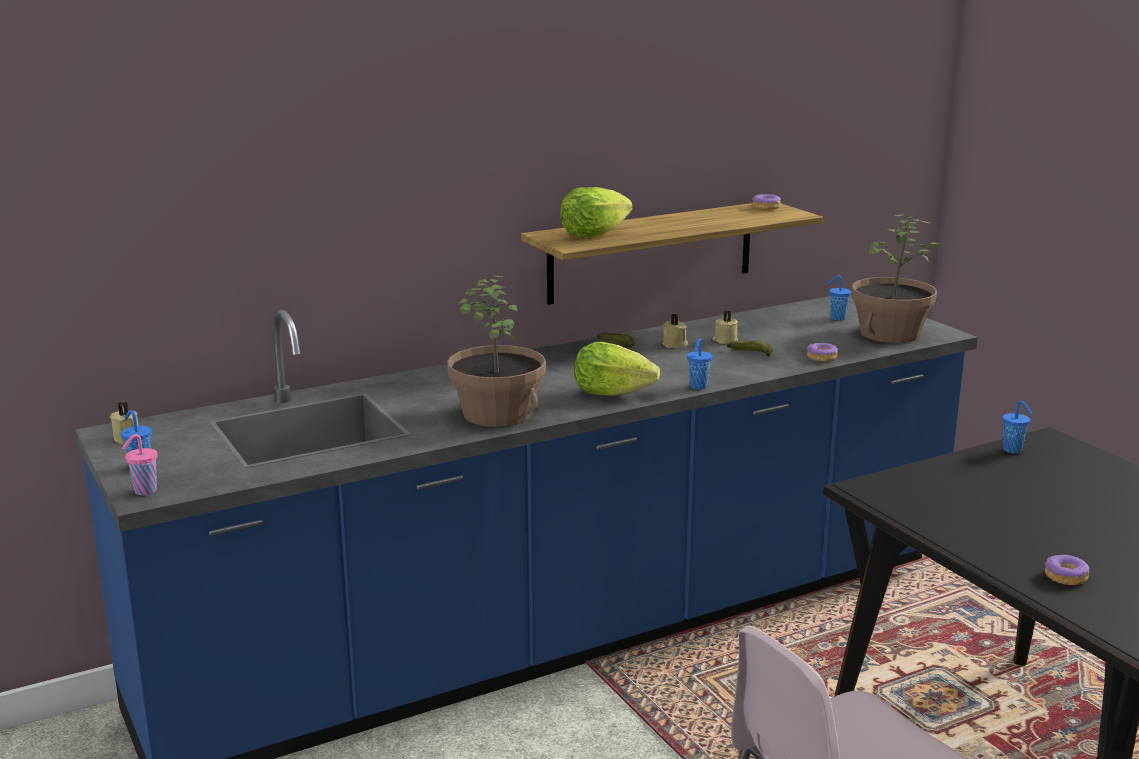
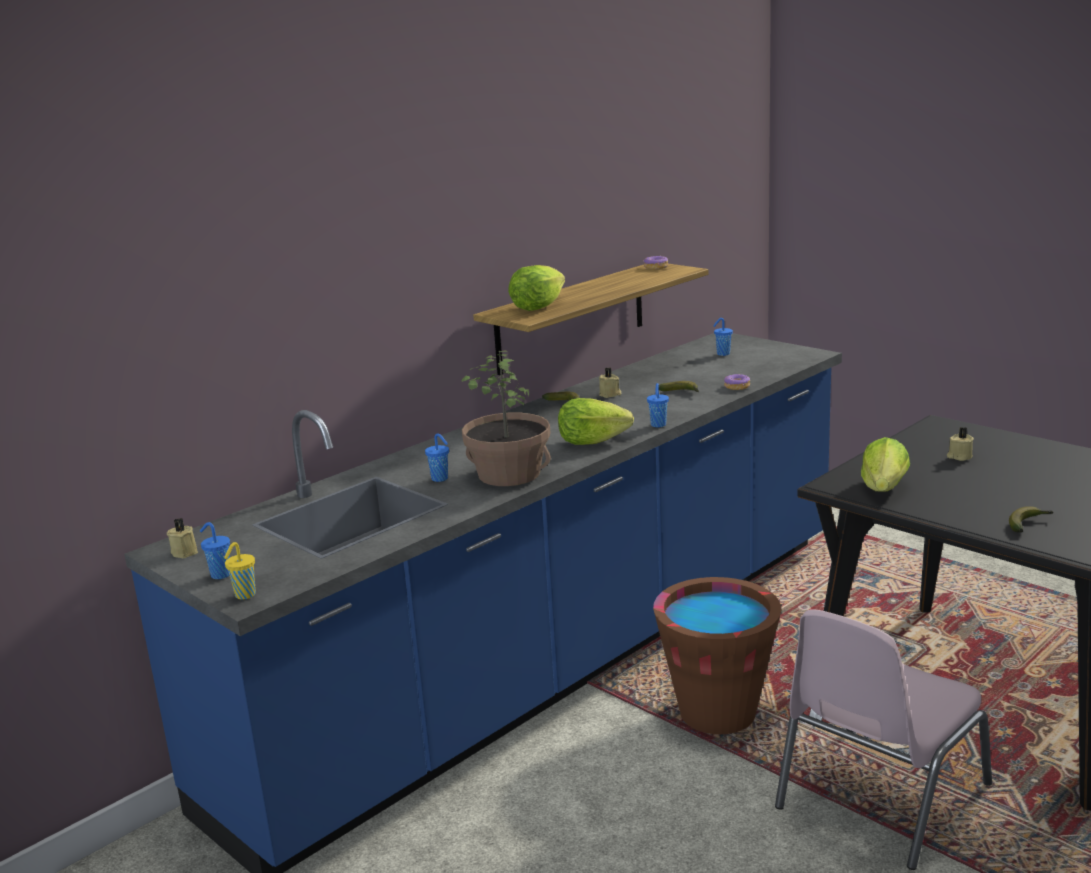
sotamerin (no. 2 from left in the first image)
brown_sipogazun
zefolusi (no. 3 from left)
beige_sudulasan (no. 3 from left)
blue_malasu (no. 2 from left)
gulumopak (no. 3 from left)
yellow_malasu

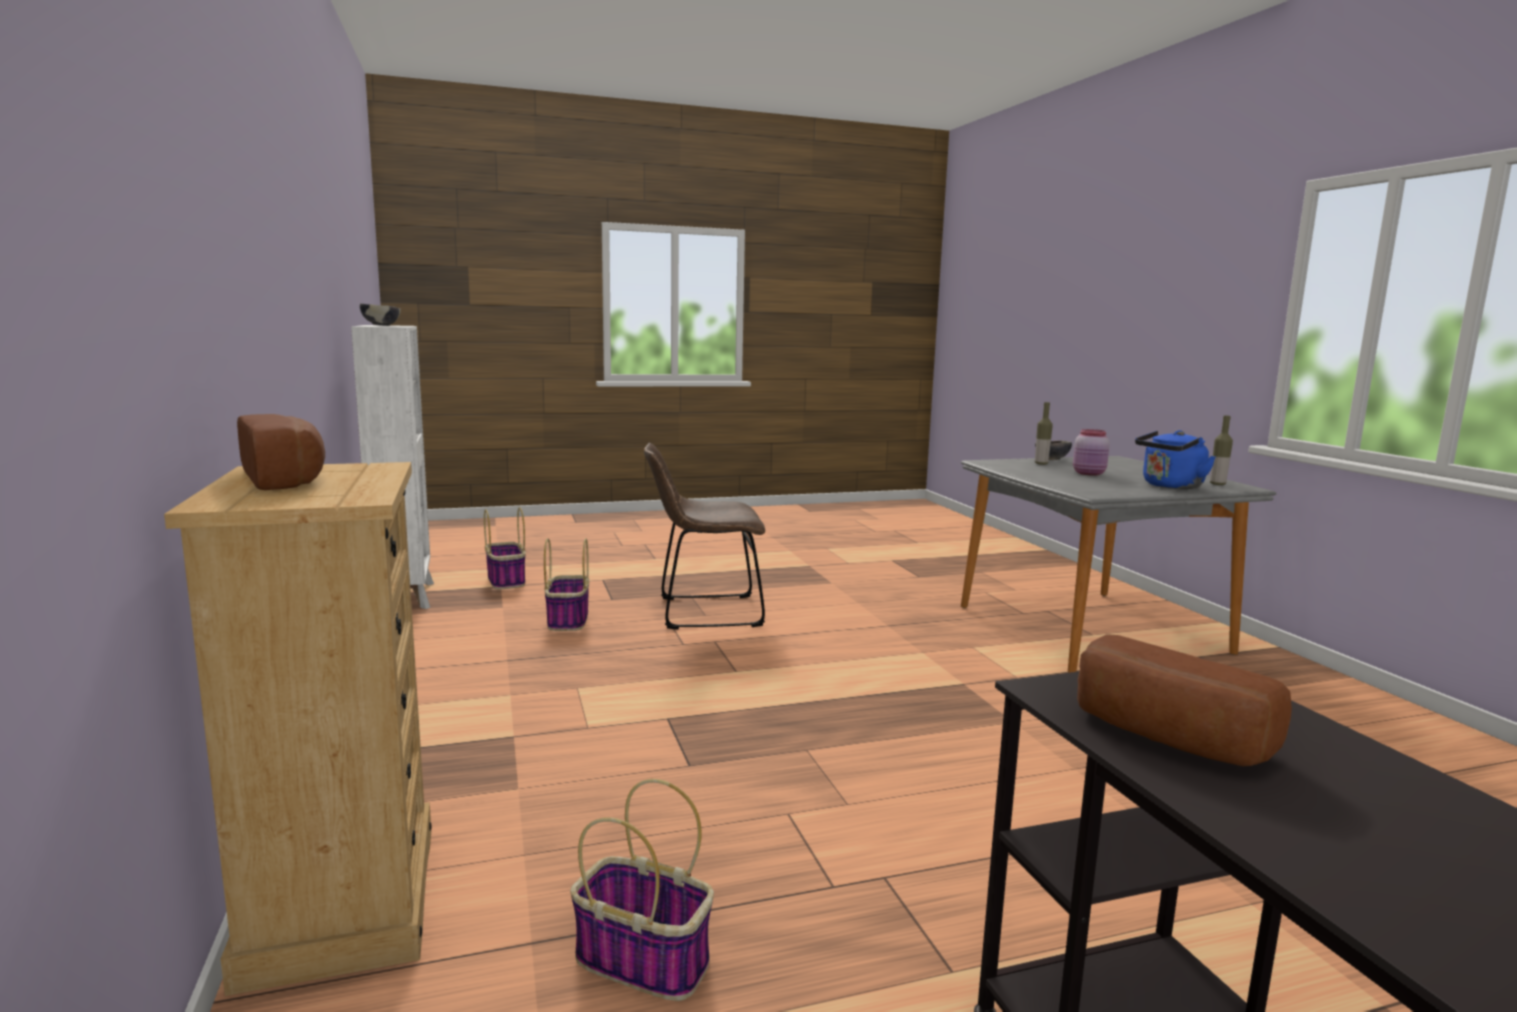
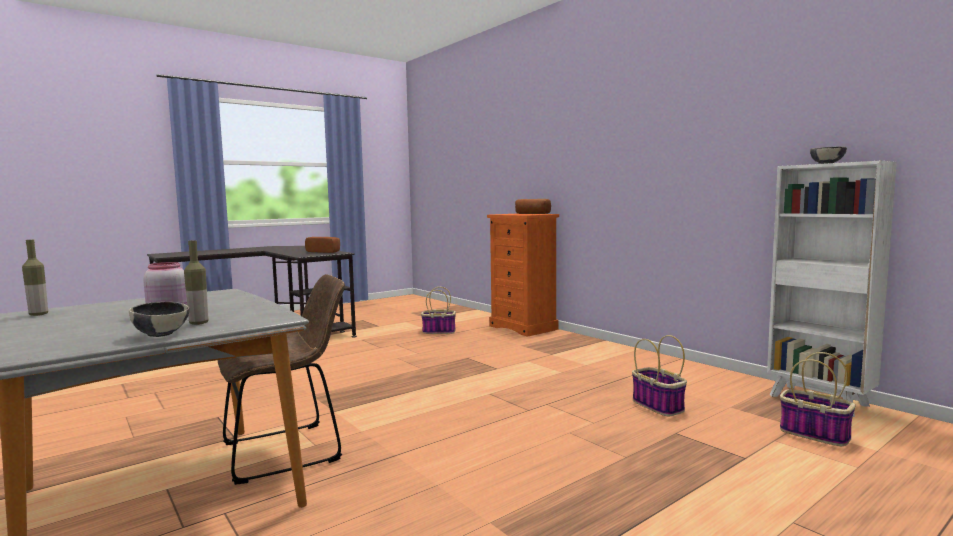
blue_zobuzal
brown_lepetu
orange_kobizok

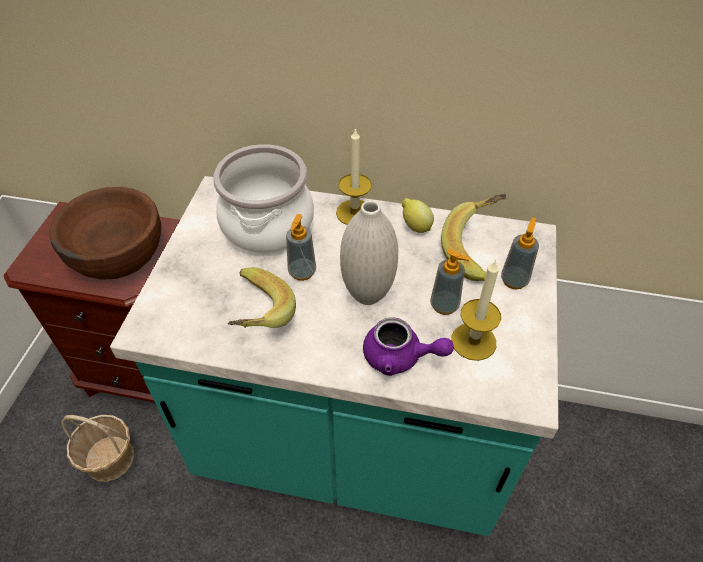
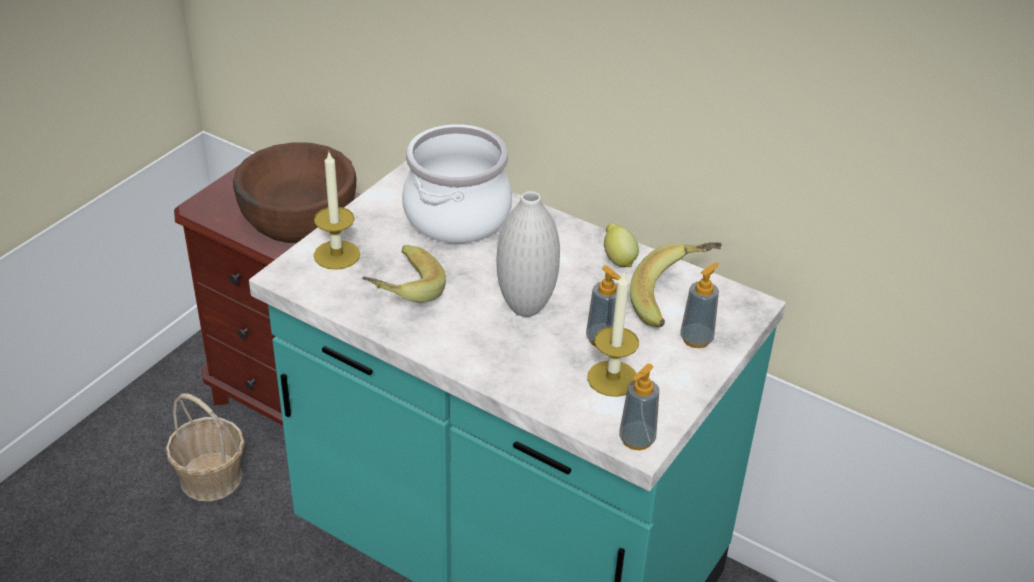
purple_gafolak
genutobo (no. 2 from left)
sudulasan (no. 1 from left)

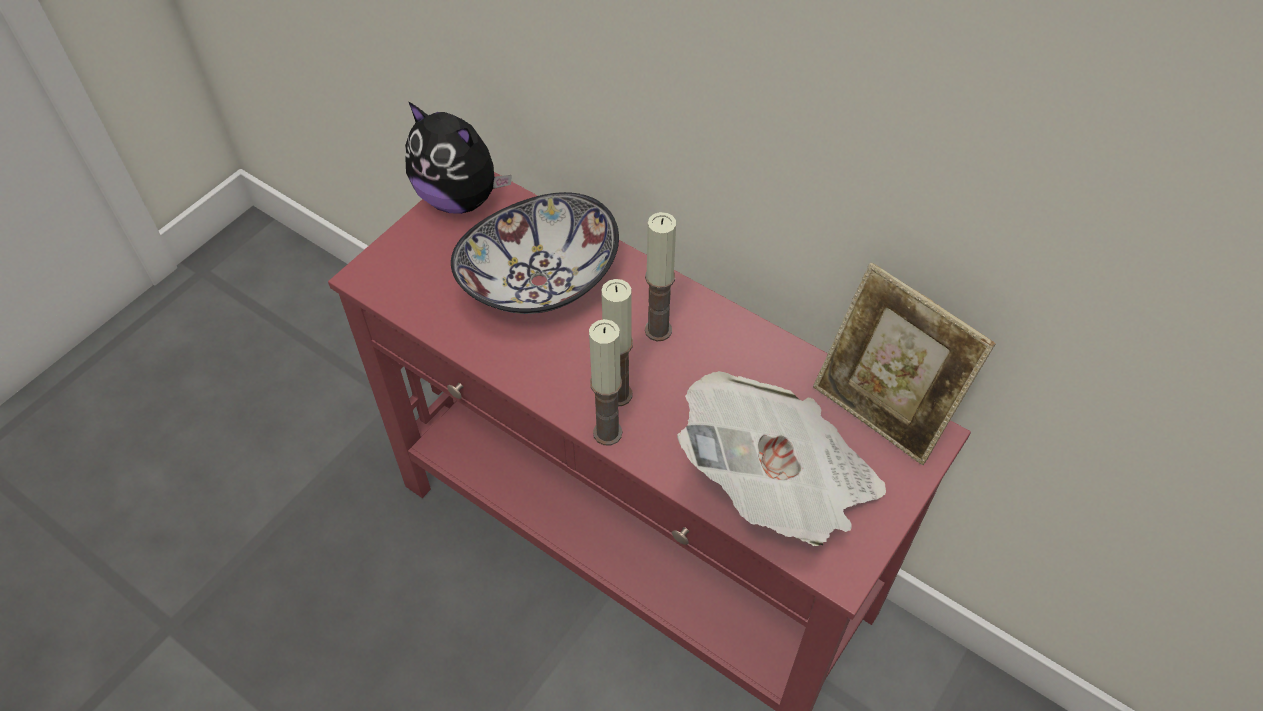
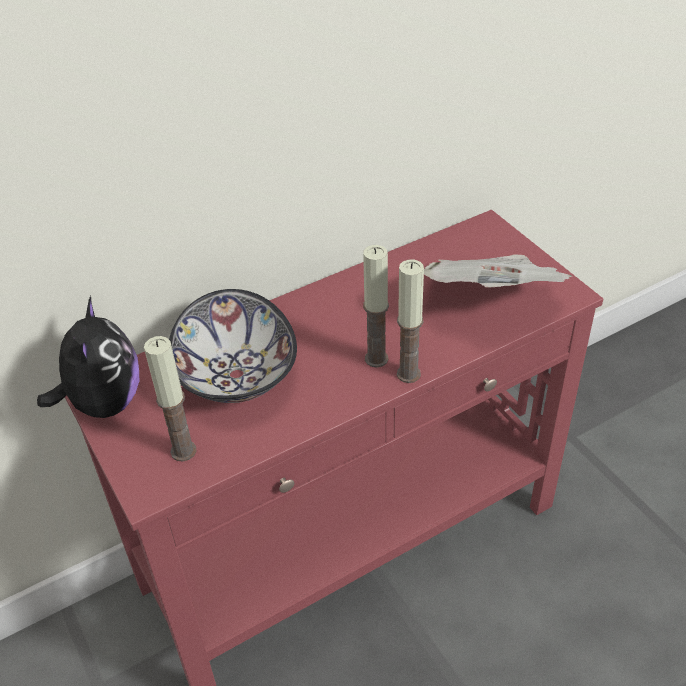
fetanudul
sudulasan (no. 1 from left)
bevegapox

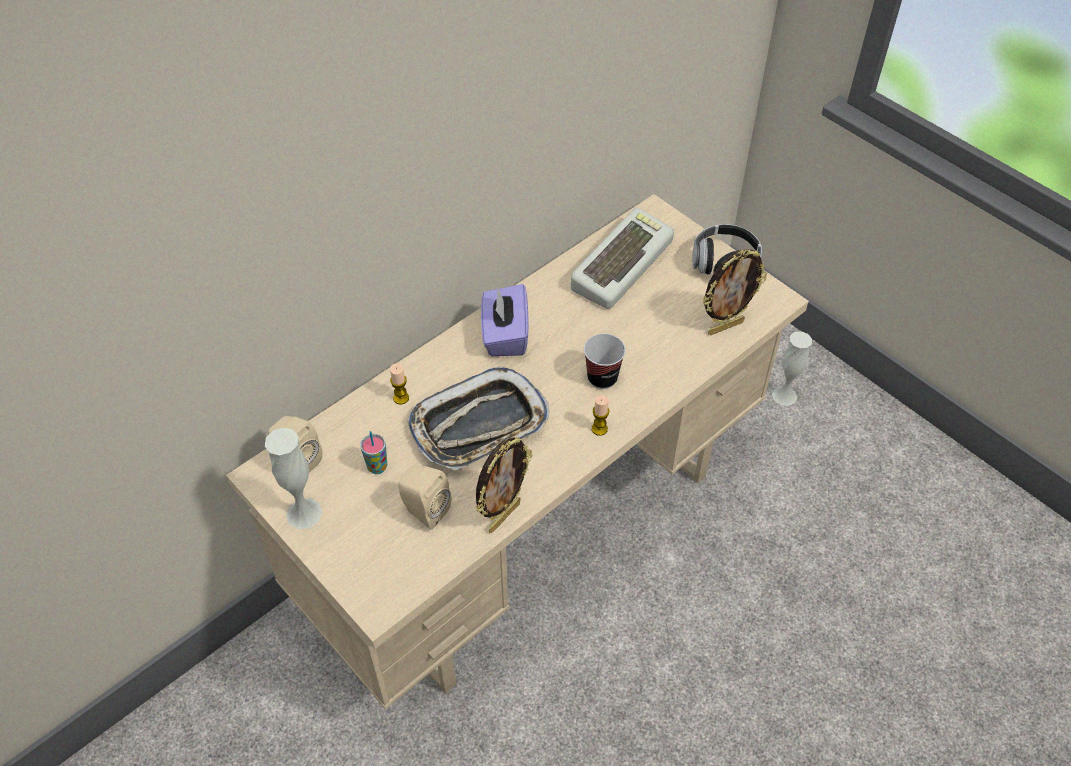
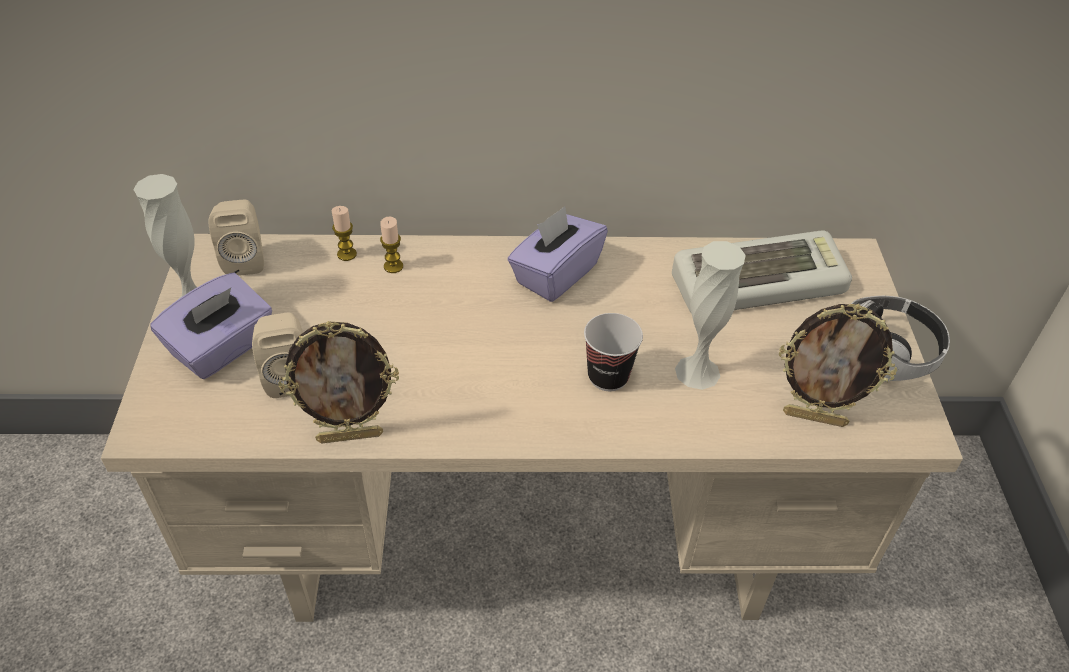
malasu (no. 1 from left in the first image)
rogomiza
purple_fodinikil (no. 1 from left)
sudulasan (no. 1 from left)
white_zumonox (no. 2 from left)

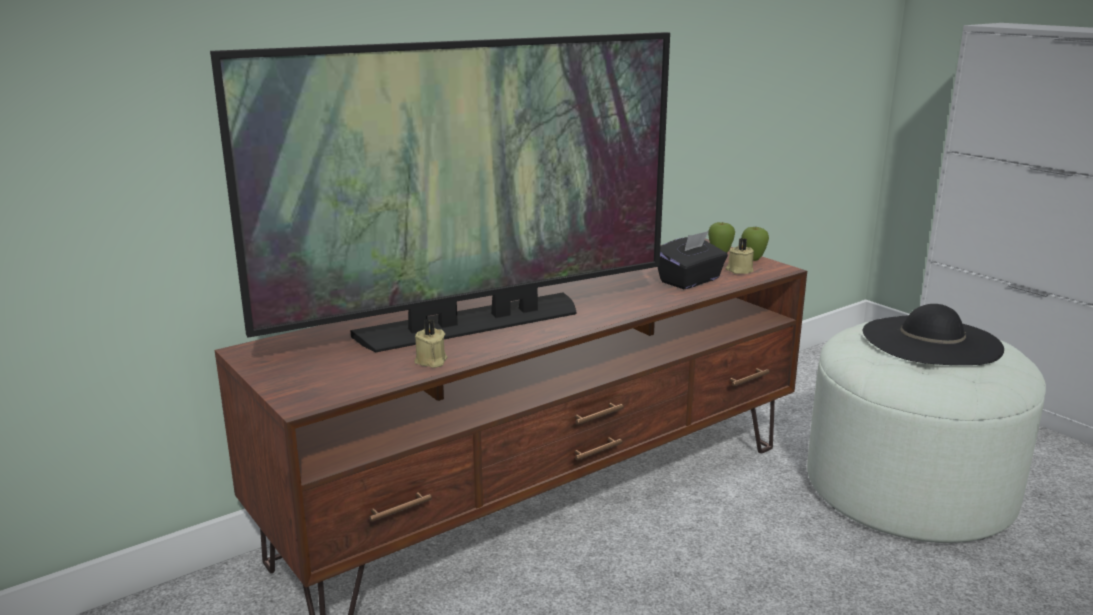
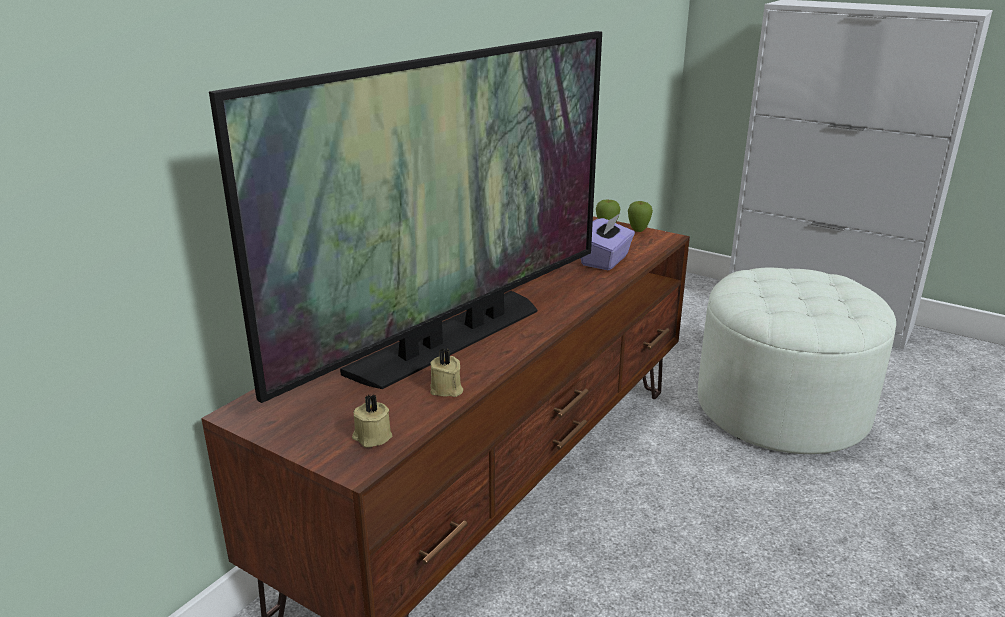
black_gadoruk
beige_sudulasan (no. 1 from left)
purple_fodinikil

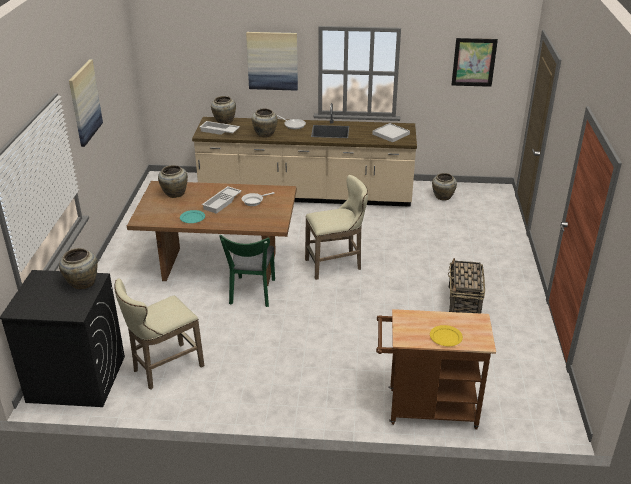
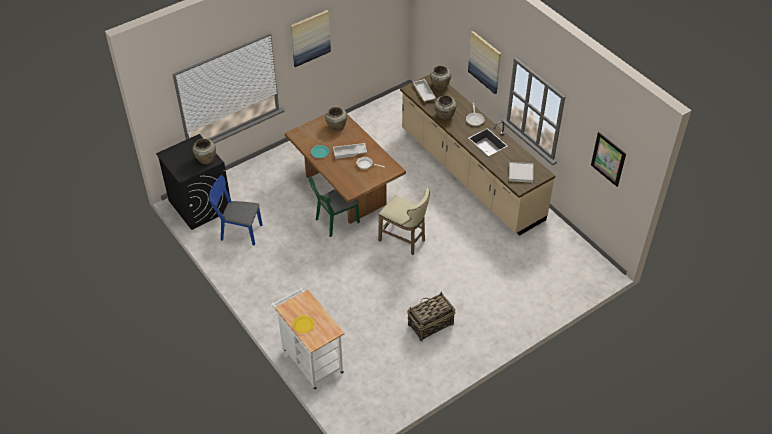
beige_zumonox (no. 5 from left in the first image)
blue_lepetu
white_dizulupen

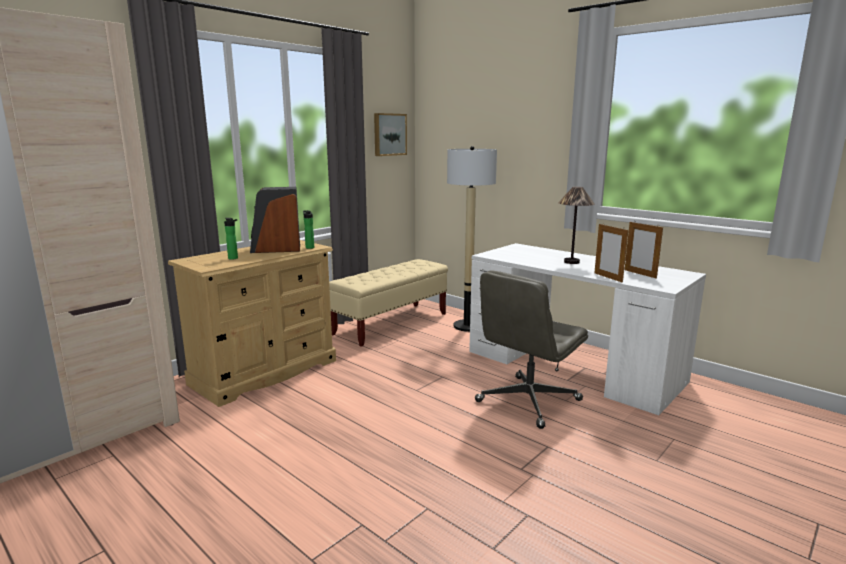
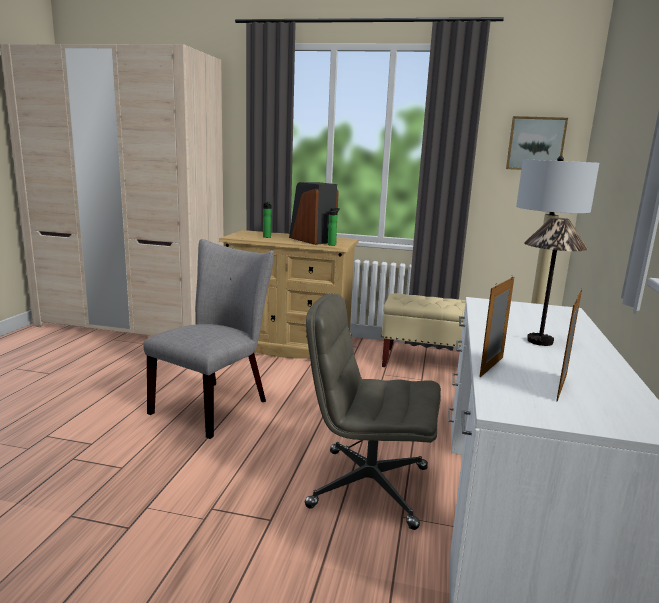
grey_lepetu

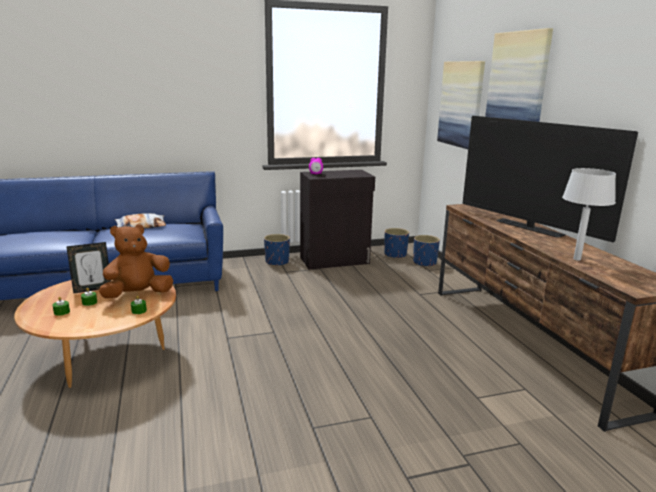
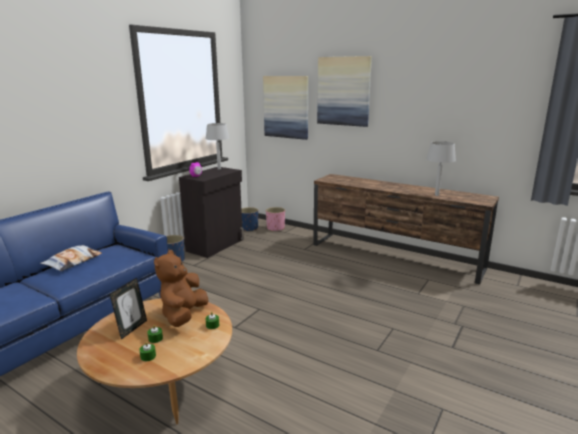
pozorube
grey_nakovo (no. 1 from left)
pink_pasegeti

